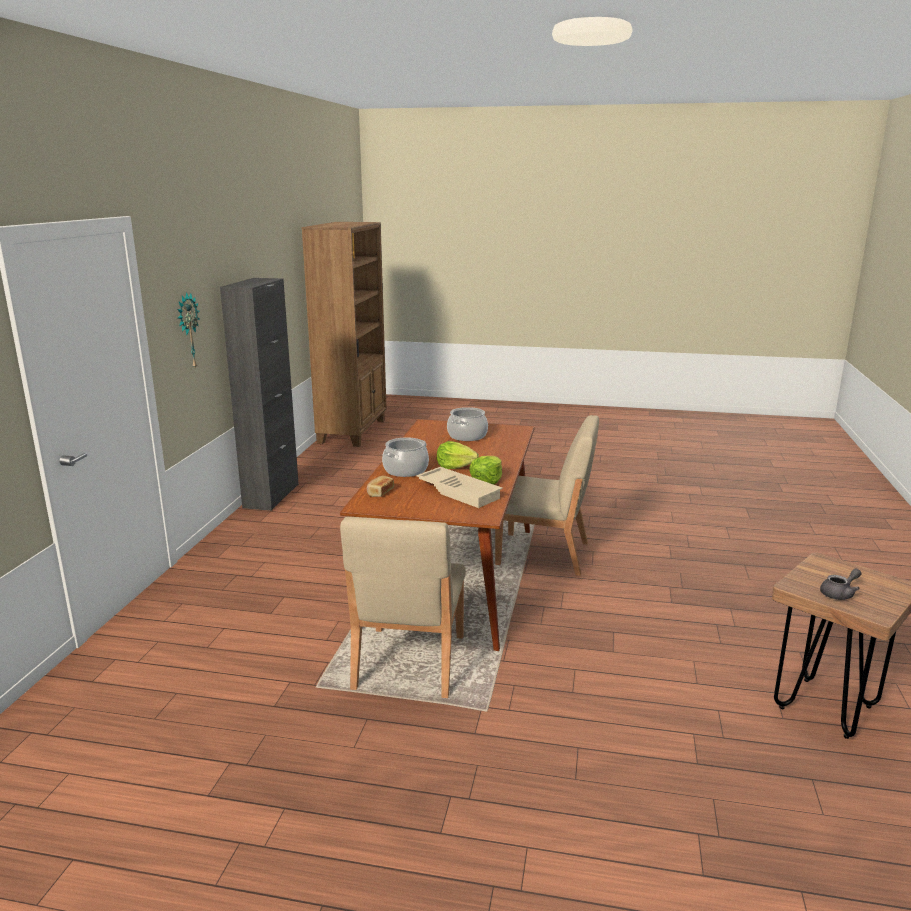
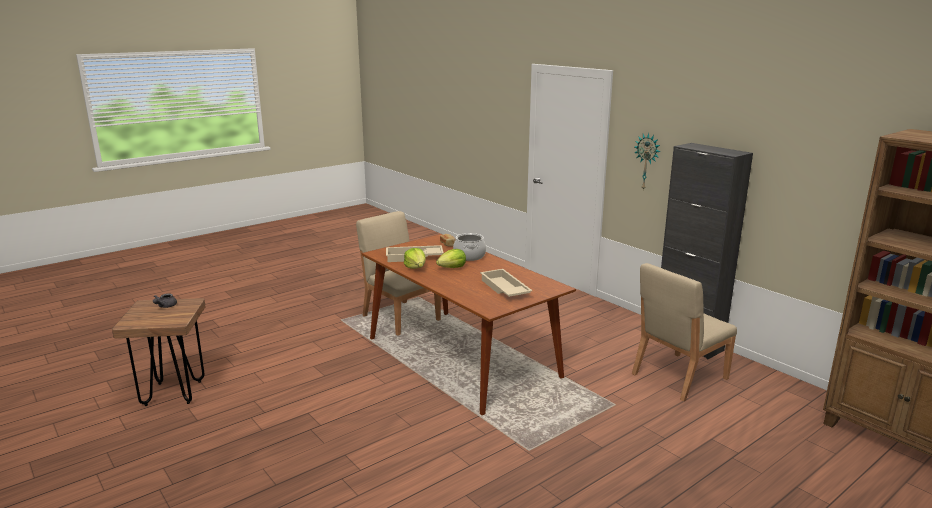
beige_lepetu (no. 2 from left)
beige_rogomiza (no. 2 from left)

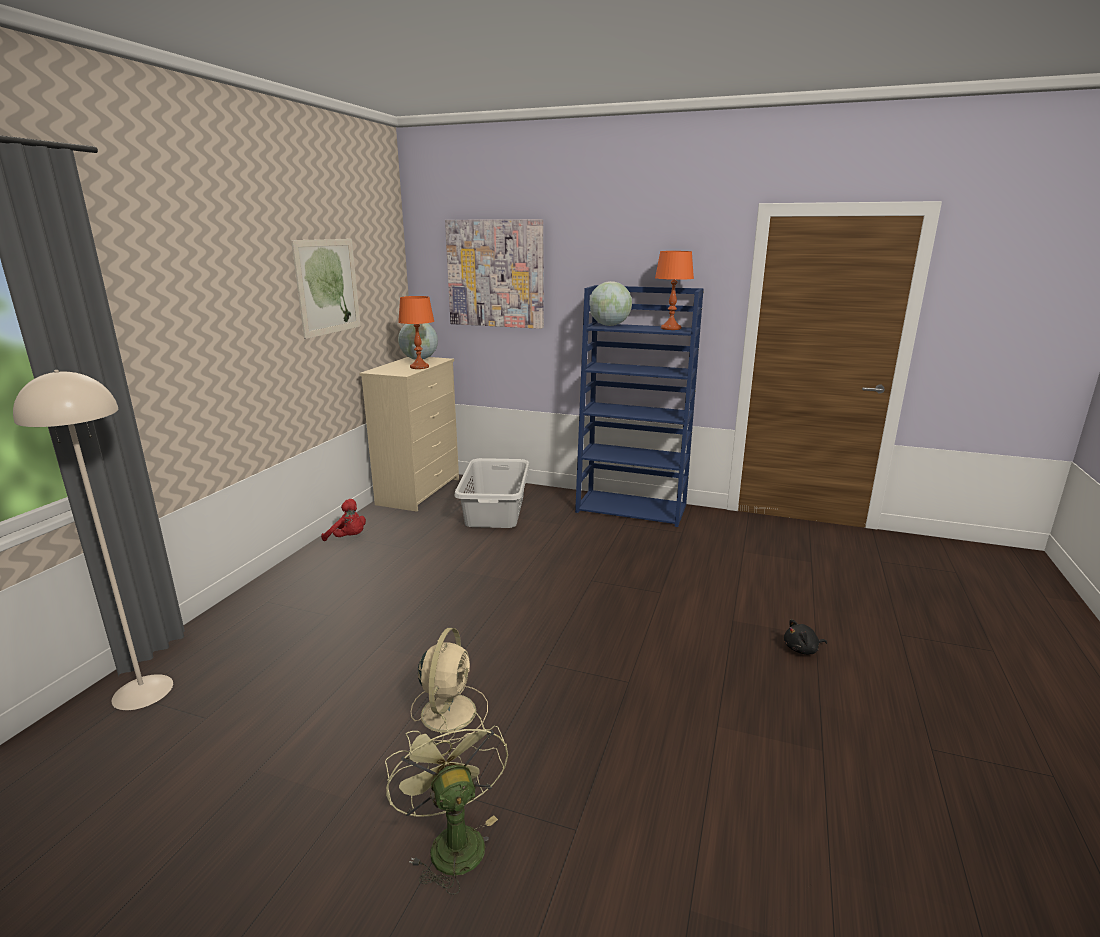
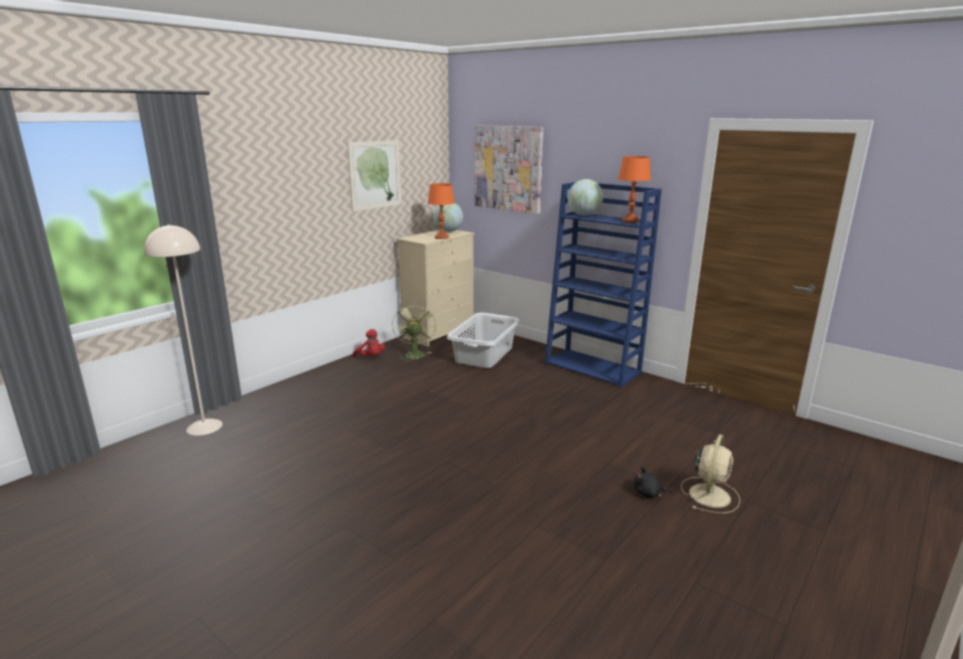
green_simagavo
beige_simagavo

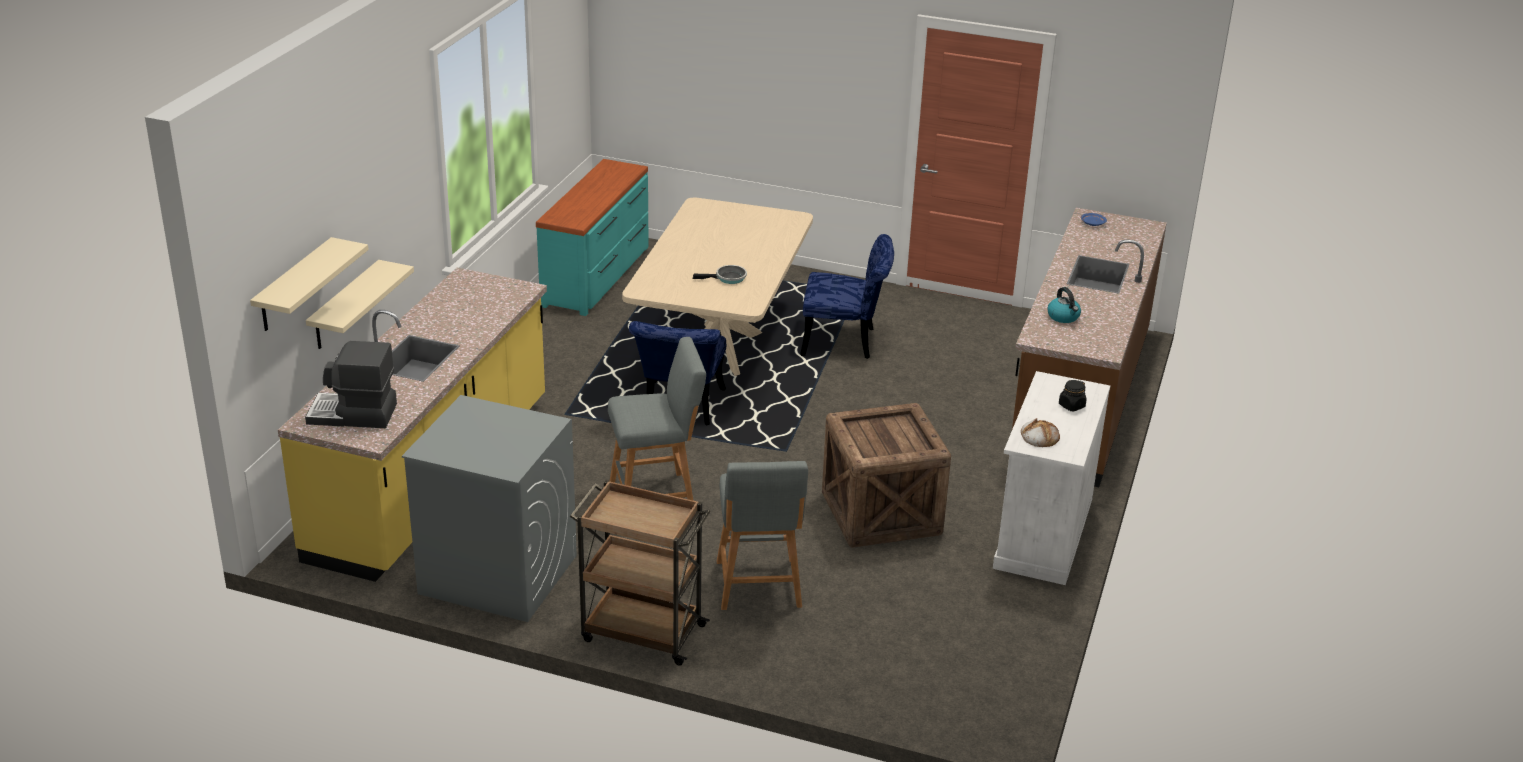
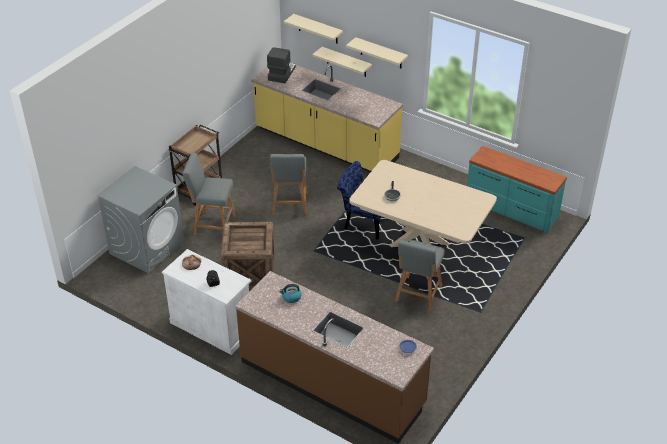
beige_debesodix (no. 3 from left)
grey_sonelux
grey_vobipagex (no. 3 from left)

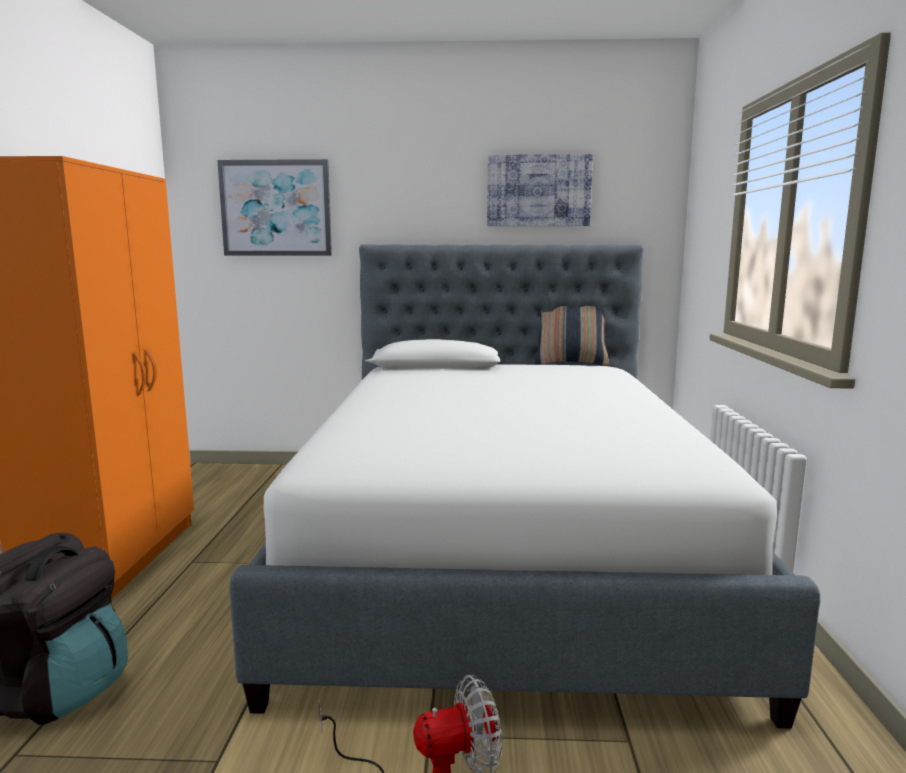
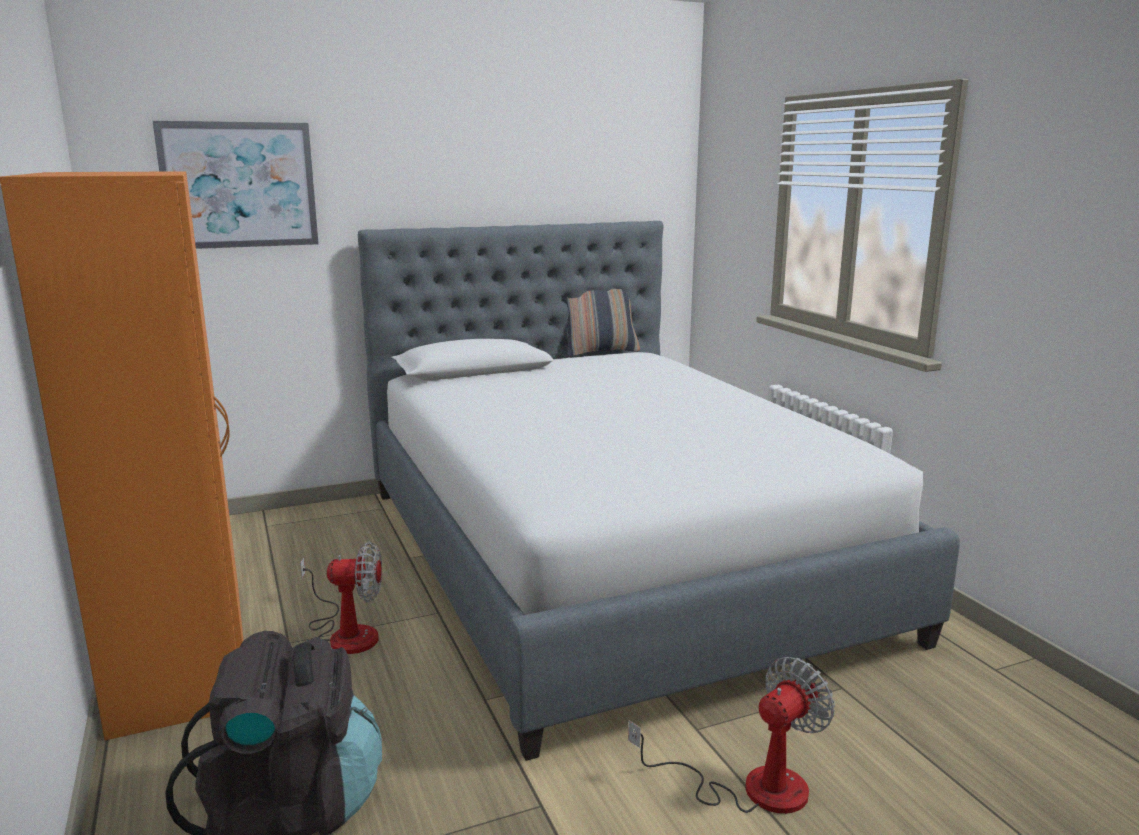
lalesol (no. 2 from left in the first image)
simagavo (no. 1 from left)

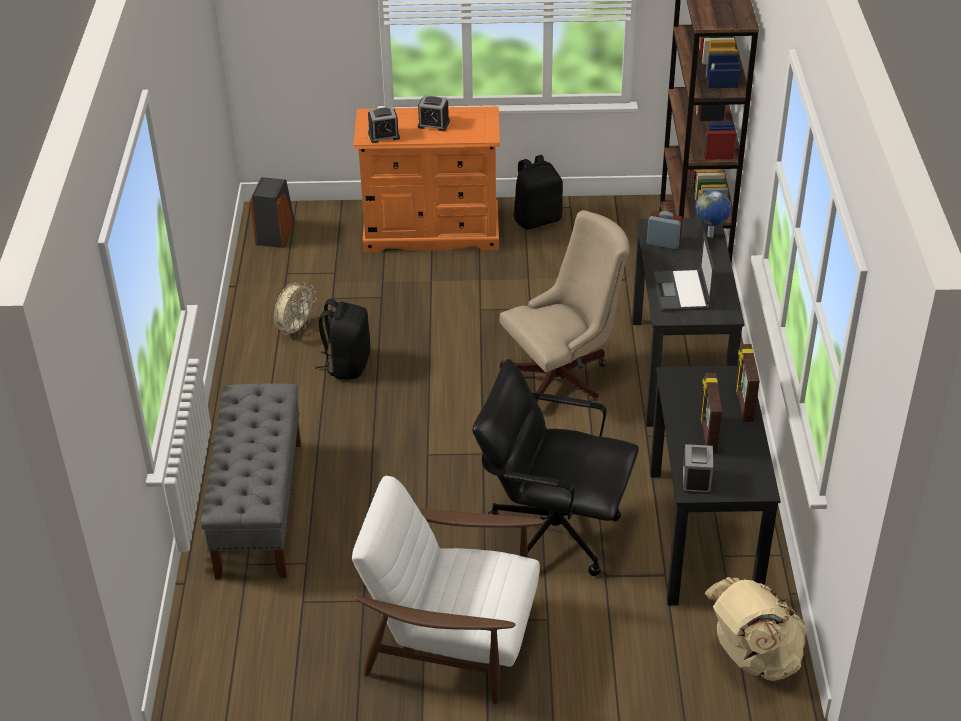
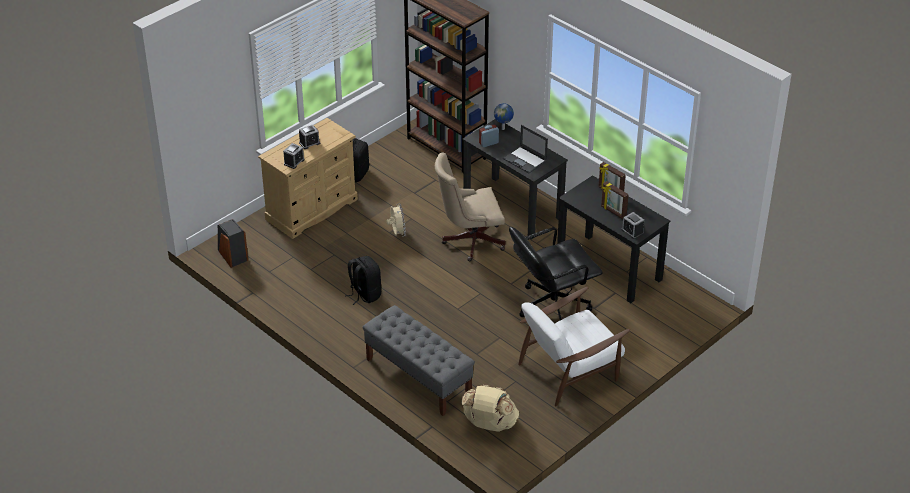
beige_simagavo
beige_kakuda
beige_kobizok
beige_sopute

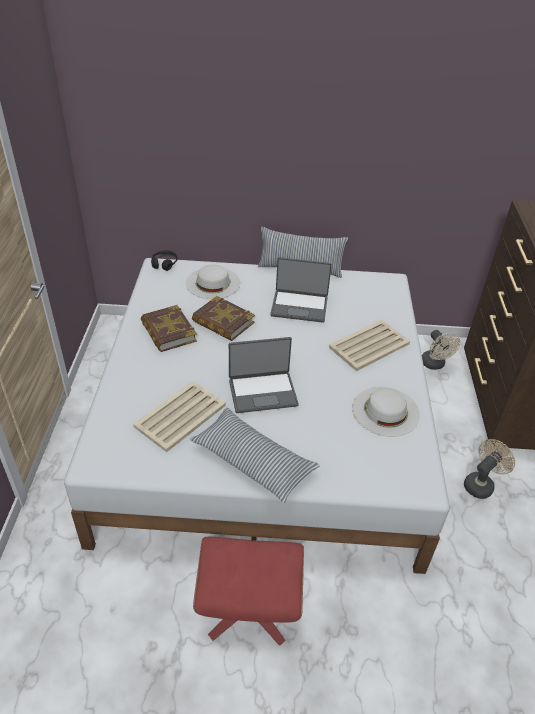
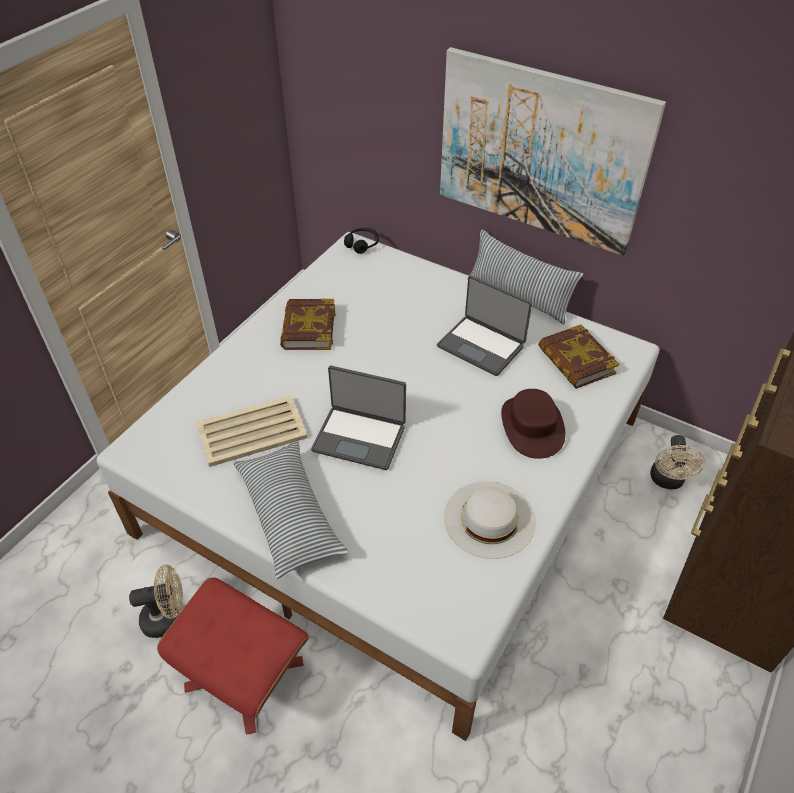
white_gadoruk (no. 1 from left in the first image)
lalesol
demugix (no. 2 from left)
beige_simagavo (no. 1 from left)
brown_gadoruk

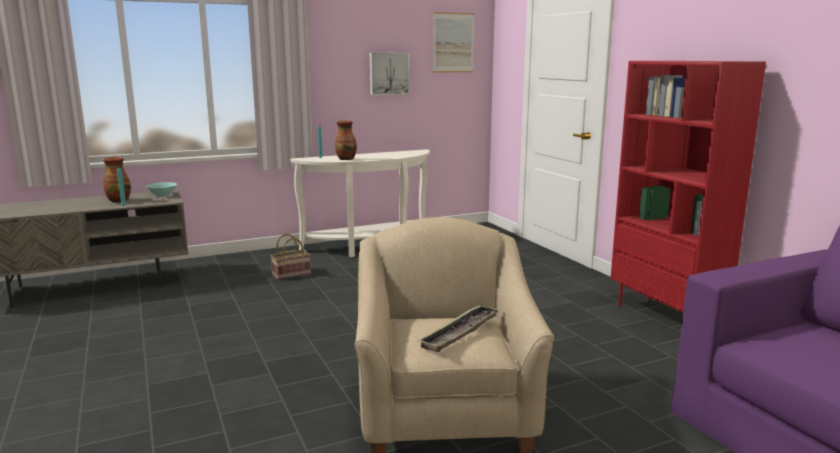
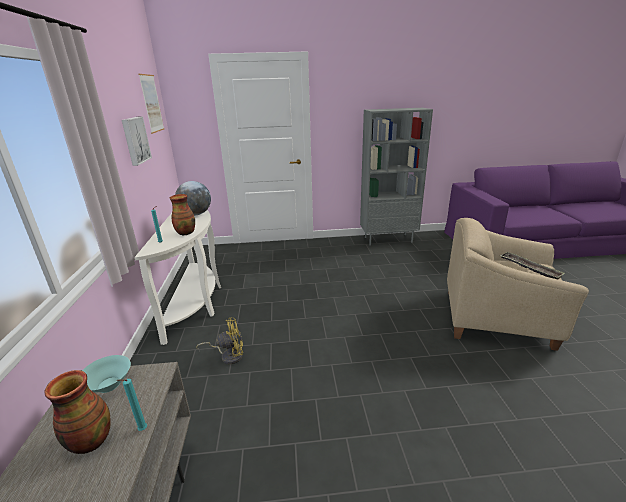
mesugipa
yellow_simagavo
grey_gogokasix

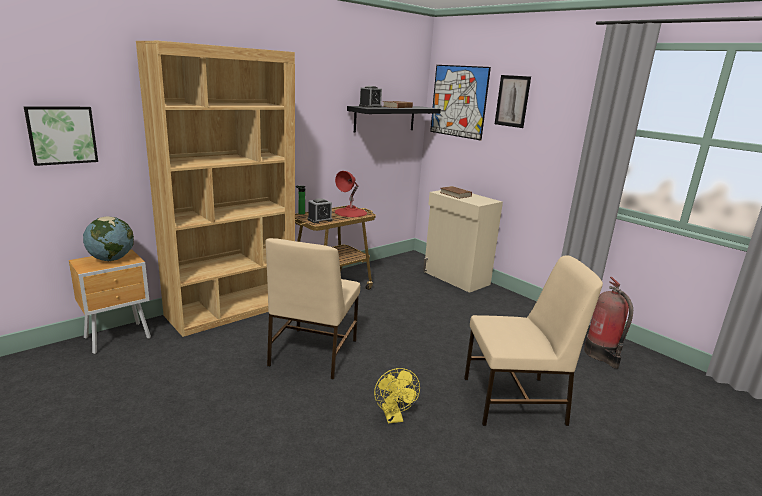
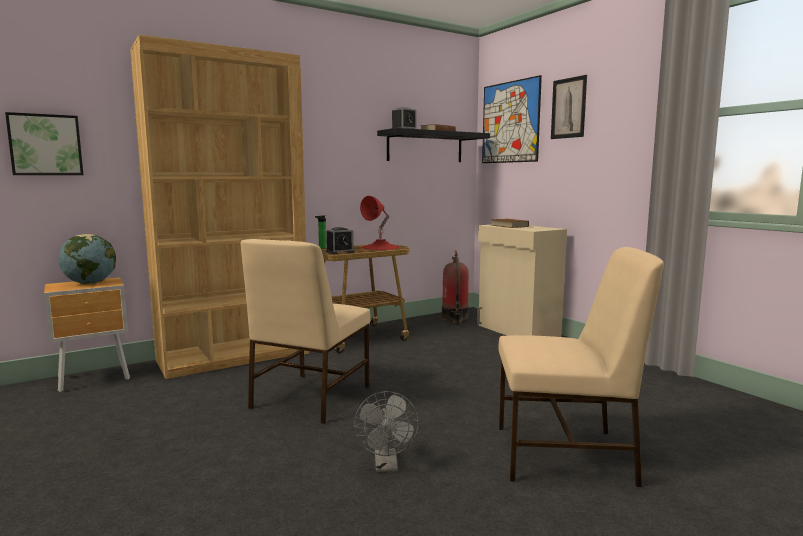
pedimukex
grey_simagavo

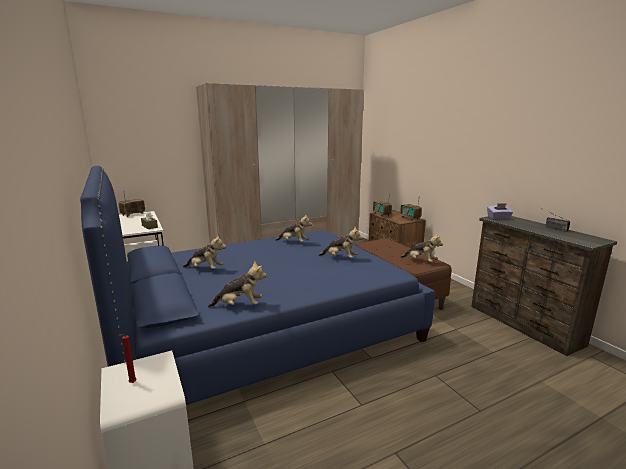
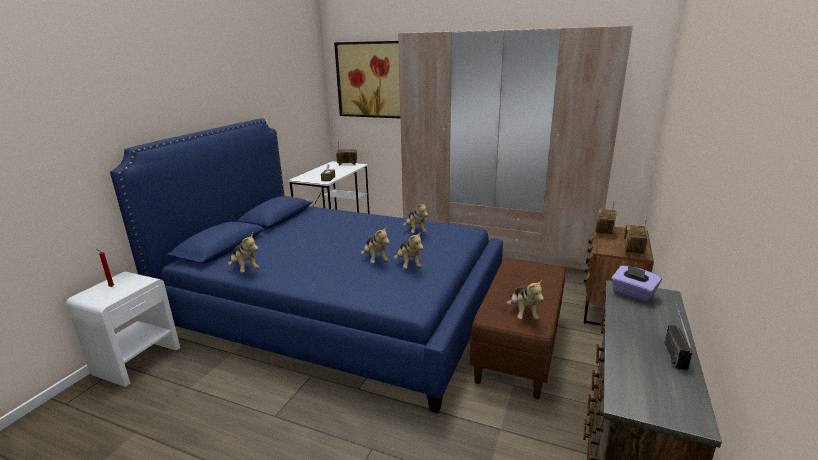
lalesol
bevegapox (no. 2 from left)

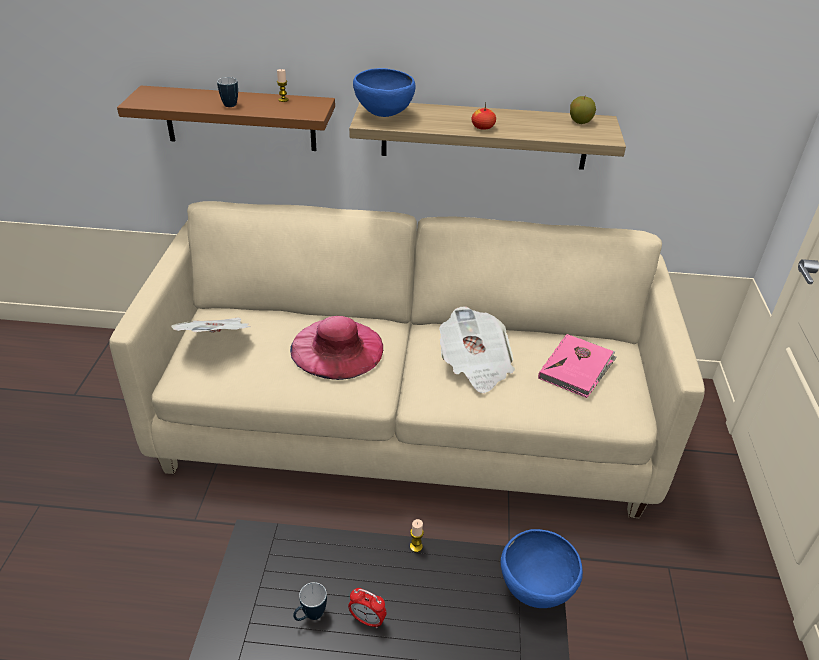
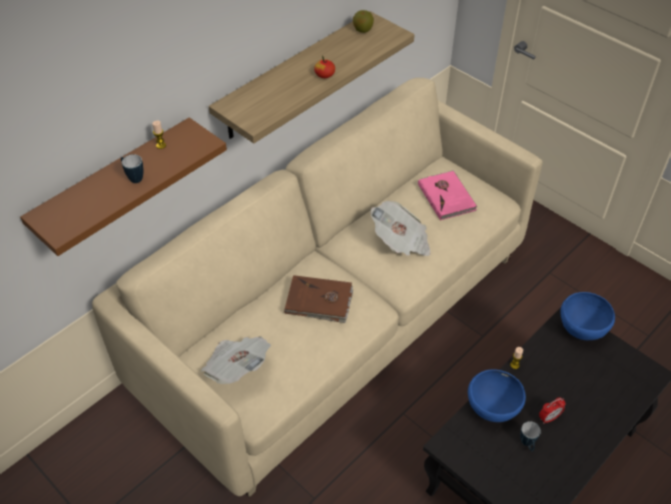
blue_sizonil (no. 1 from left)
brown_demugix

